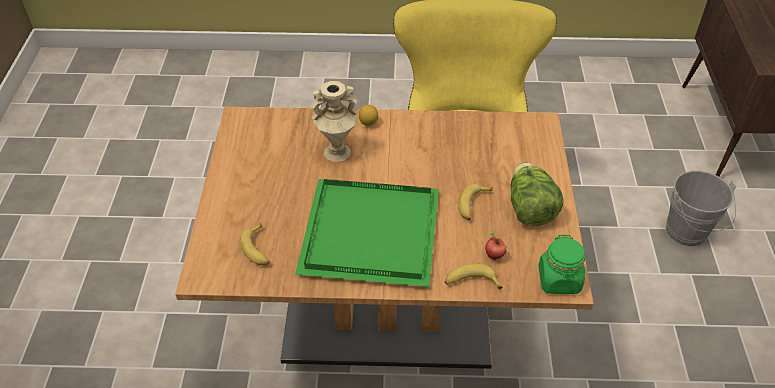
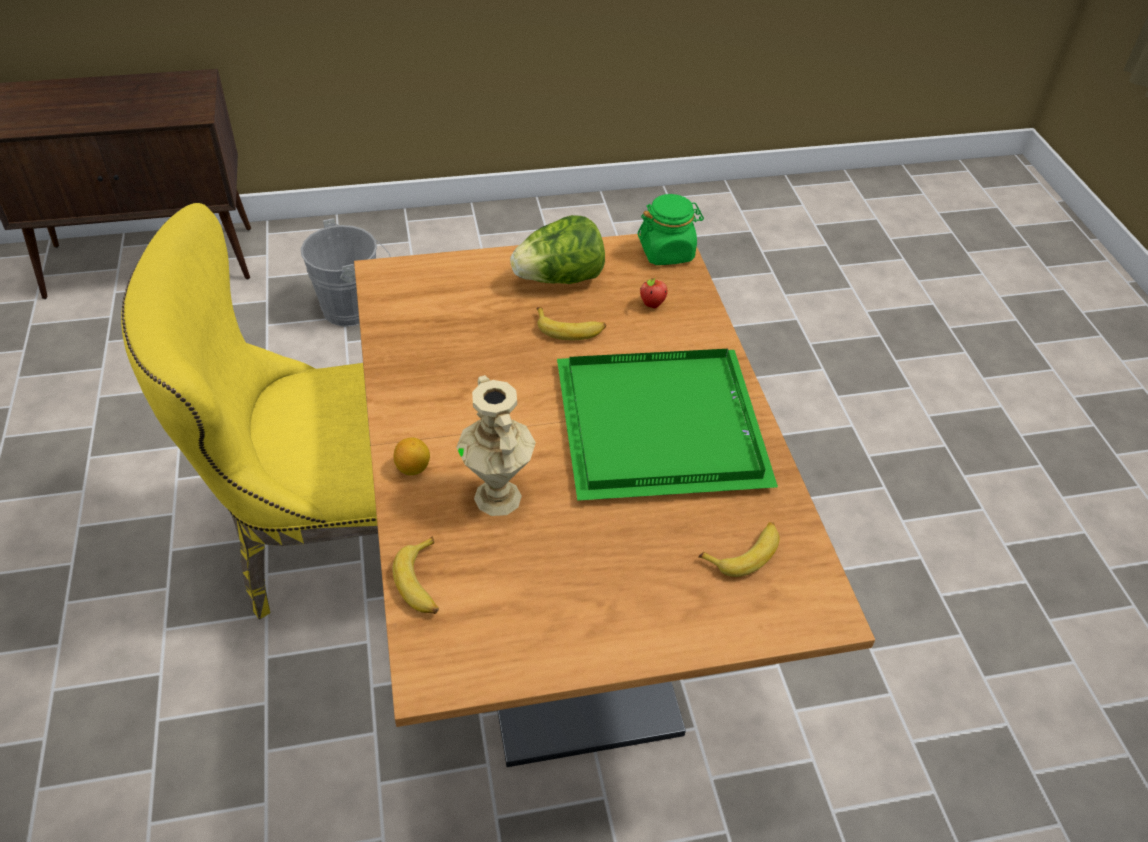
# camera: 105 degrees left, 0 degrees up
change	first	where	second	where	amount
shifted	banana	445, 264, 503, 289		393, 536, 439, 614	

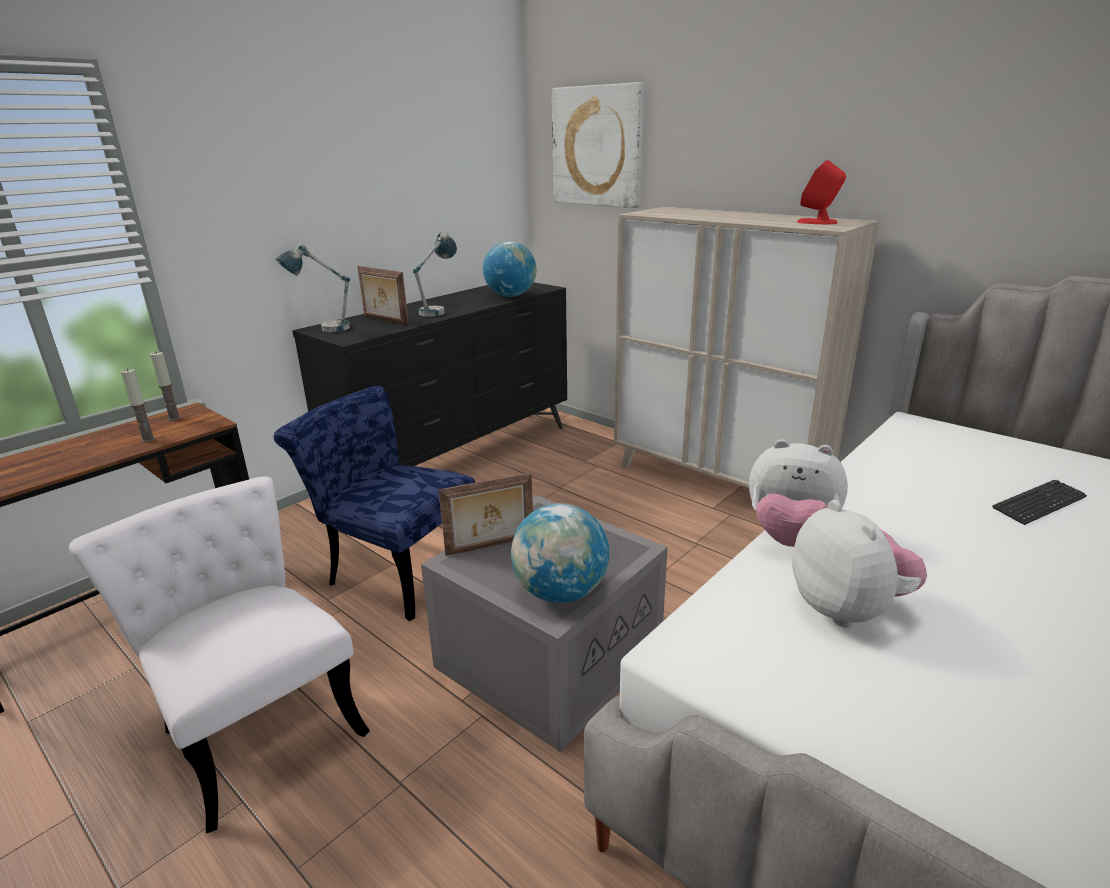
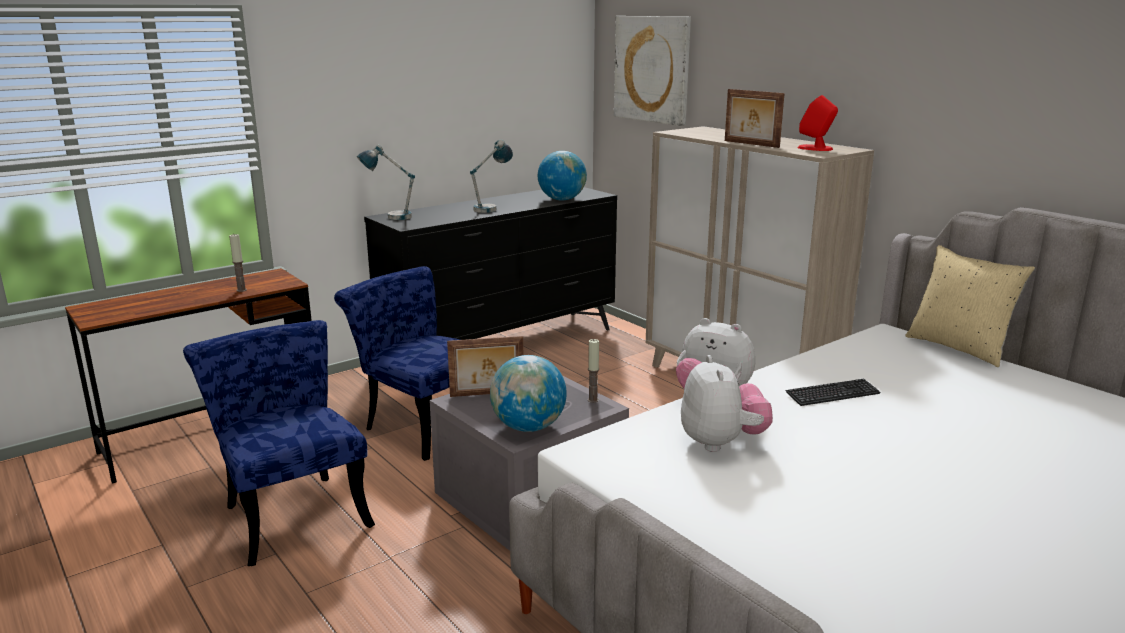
# camera: 10 degrees right, 5 degrees down
change	first	where	second	where	amount
new			beige pillow	906, 245, 1035, 367	
shifted	candle	150, 351, 181, 421		588, 339, 599, 403	
shifted	picture frame	357, 266, 409, 325		725, 89, 785, 148	
shifted	keyboard	992, 480, 1087, 525		786, 378, 880, 406	
repainted	white chair	69, 476, 370, 833	blue chair	183, 320, 375, 566	

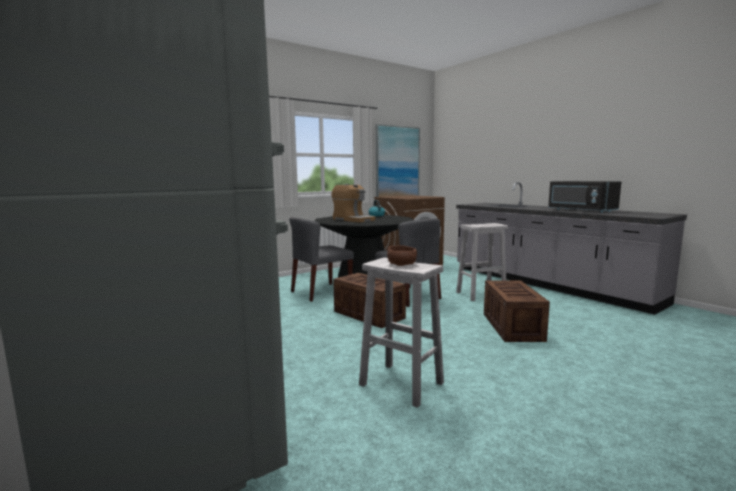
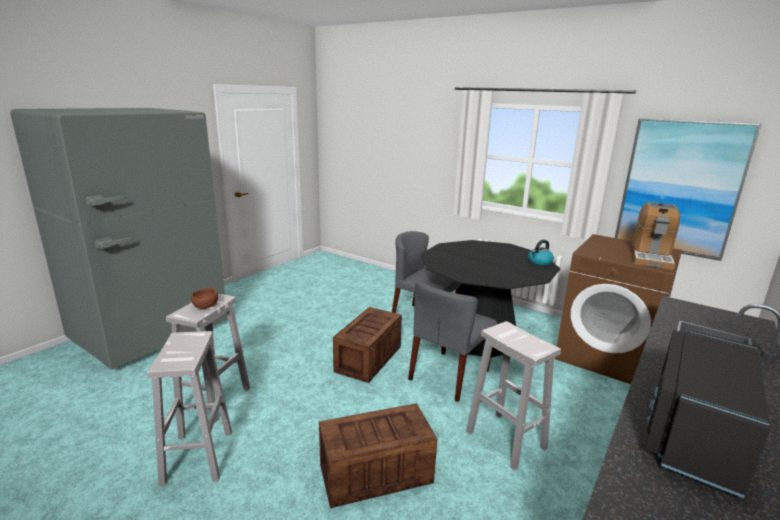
# camera: 70 degrees right, 10 degrees up
change	first	where	second	where	amount
new			white stool	147, 331, 232, 486	
shifted	coffee machine	332, 184, 375, 222		632, 202, 680, 270	

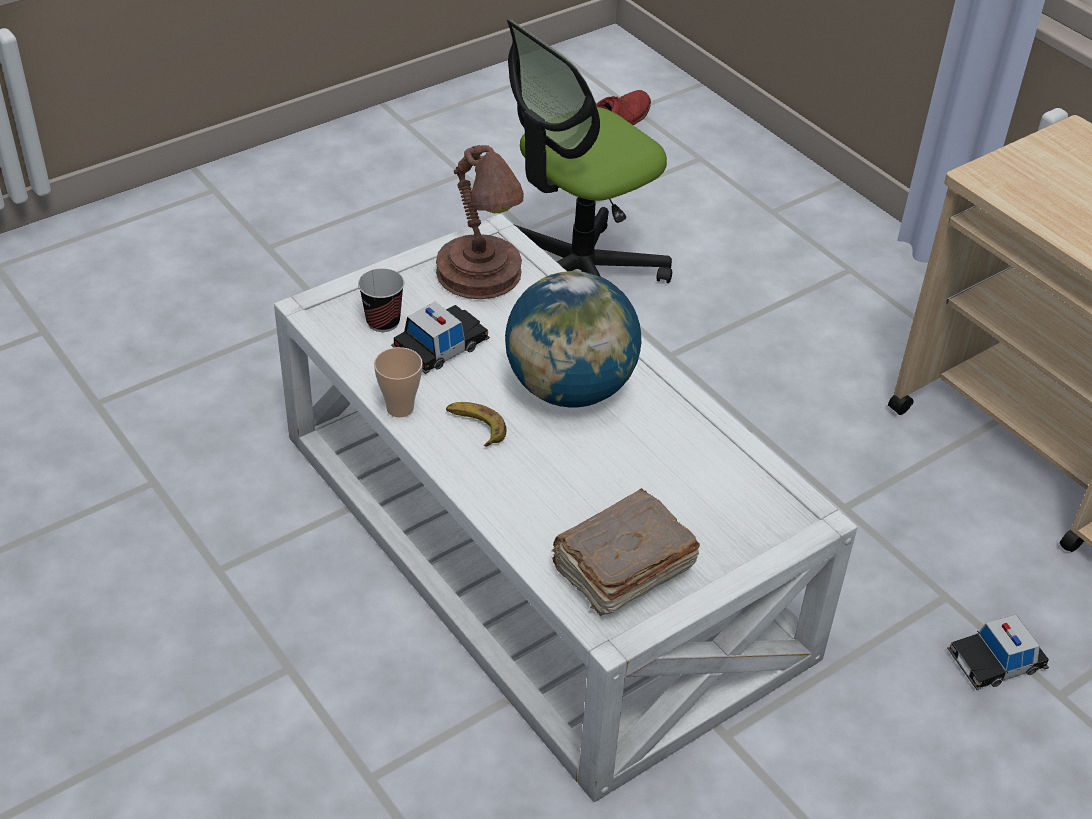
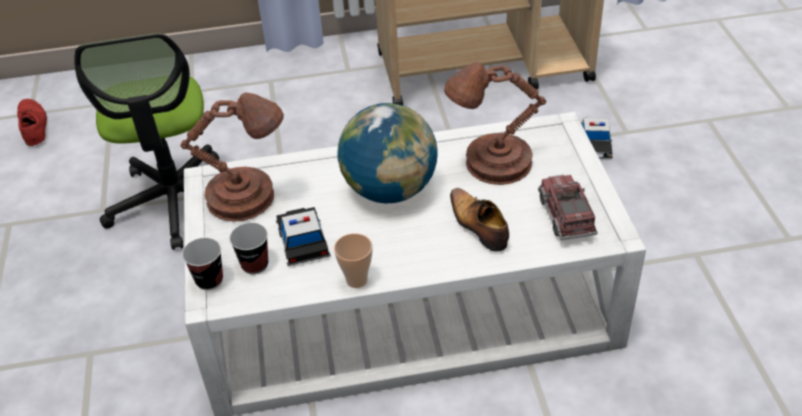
# camera: 60 degrees left, 0 degrees up
change	first	where	second	where	amount
gone	banana	446, 402, 507, 446			
new			cup	182, 238, 223, 290	
new			brown table lamp	444, 62, 546, 185	
new			shoe	450, 188, 509, 252	
swapped	brown book	551, 488, 700, 616	toy truck	538, 174, 598, 240	

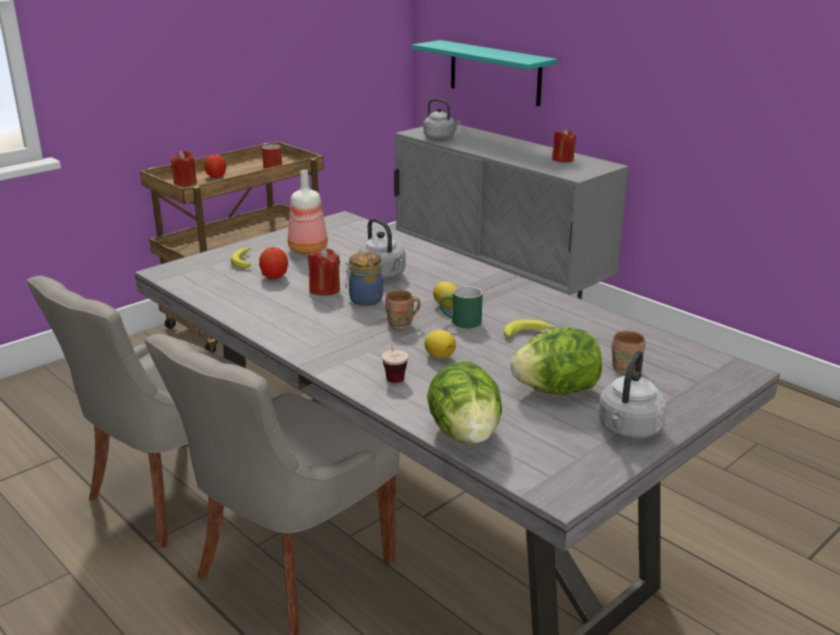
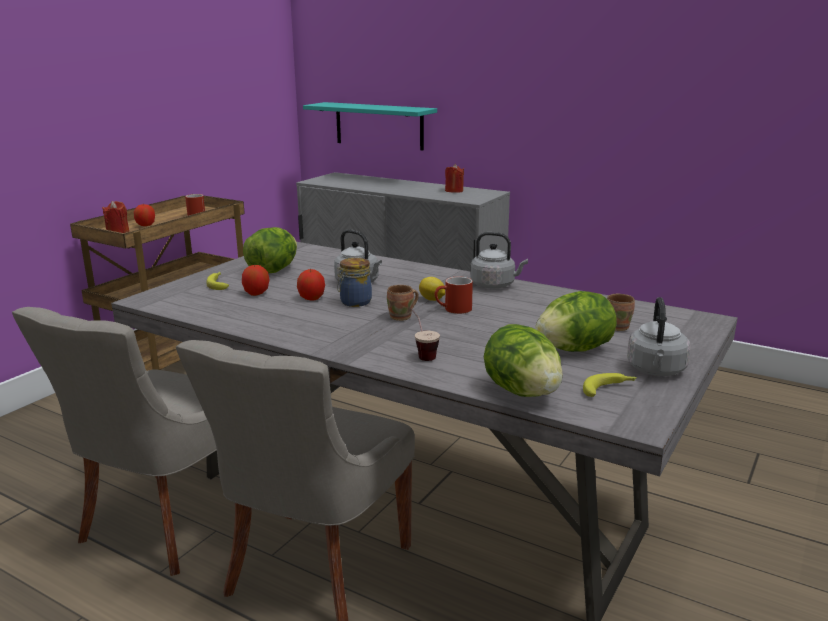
# camera: 15 degrees left, 5 degrees down
change	first	where	second	where	amount
gone	lemon	425, 330, 456, 359			
shifted	grey kettle	424, 99, 461, 140		470, 232, 528, 289	
shifted	banana	504, 320, 557, 338		583, 373, 637, 397	
swapped	bottle	288, 170, 328, 254	lettuce	243, 227, 297, 273	
swapped	red candle	308, 248, 340, 296	apple	297, 269, 325, 301	
repainted	green mug	440, 286, 483, 328	red mug	435, 277, 473, 314	

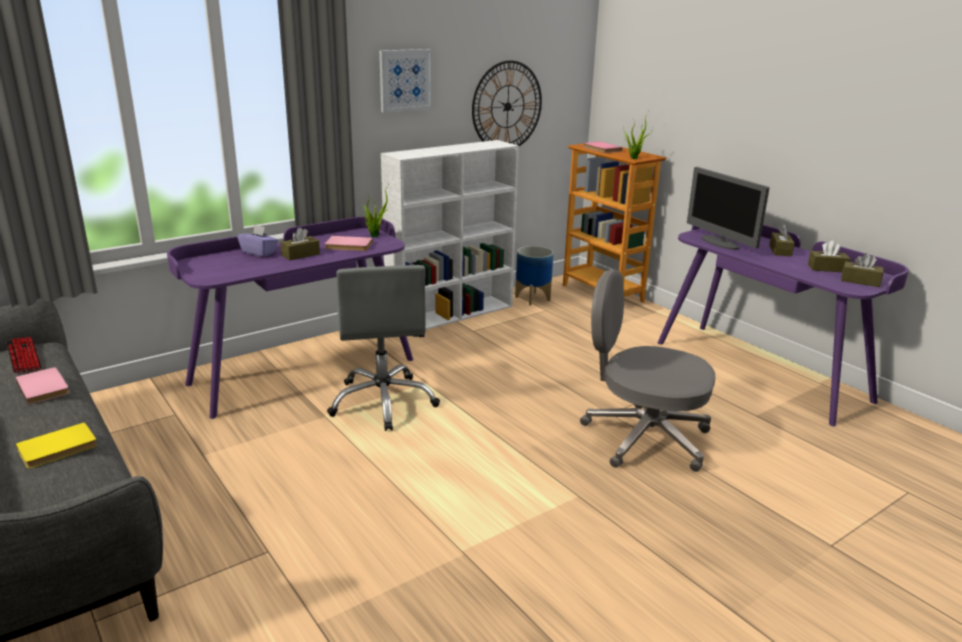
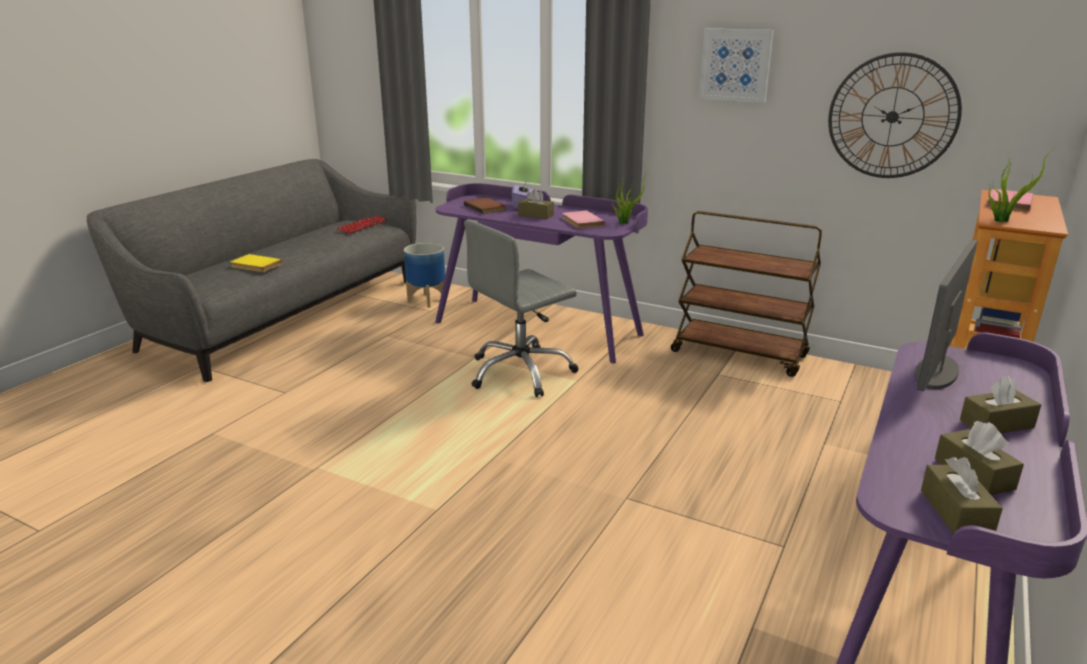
# camera: 65 degrees right, 0 degrees up
change	first	where	second	where	amount
gone	pink book	15, 367, 70, 405			
gone	grey office chair	580, 269, 715, 472			
new			brown book	464, 197, 506, 214	
shifted	planter	515, 246, 554, 305		404, 243, 445, 308	
swapped	white bookcase	381, 140, 519, 330	brown cart	671, 211, 822, 377	

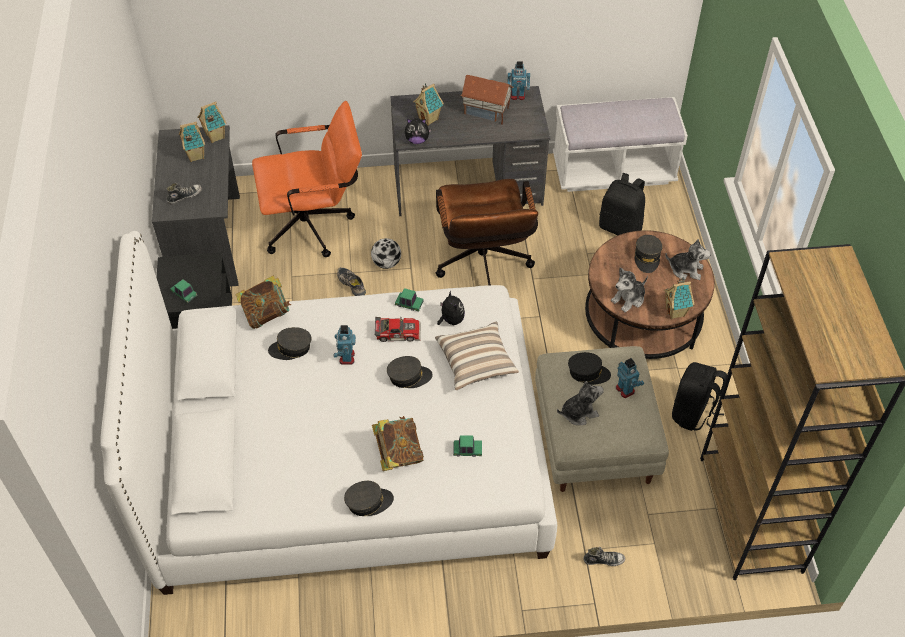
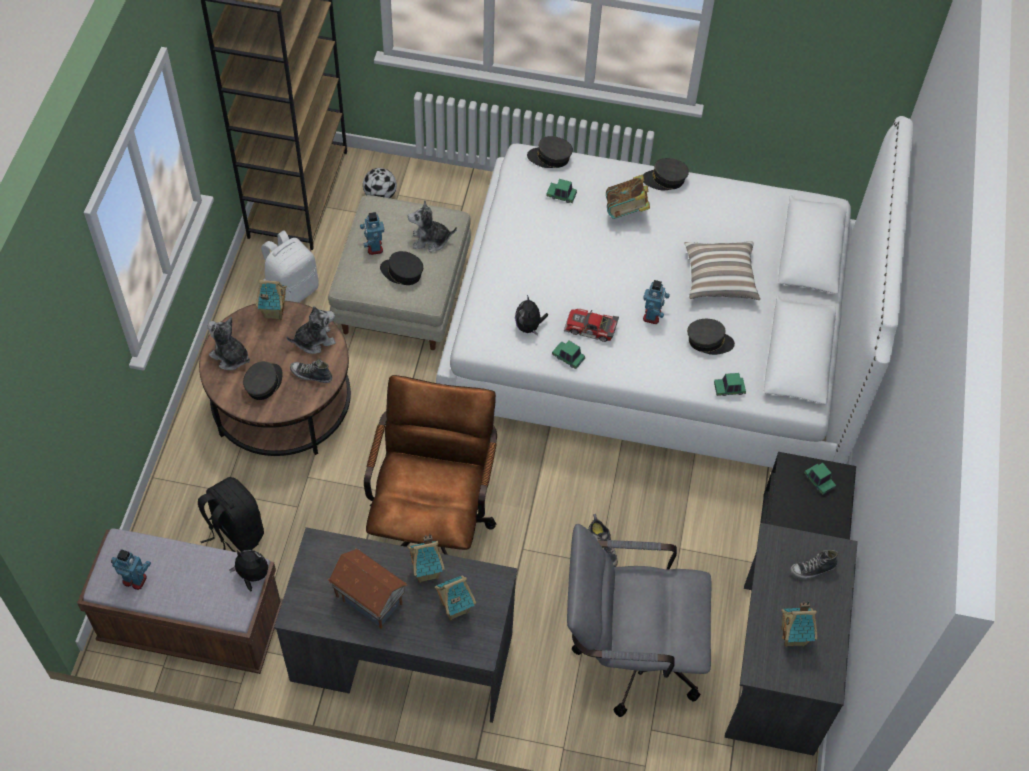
# camera: 165 degrees left, 5 degrees up
change	first	where	second	where	amount
shifted	toy house	197, 102, 226, 143		408, 533, 445, 583	
shifted	football	371, 238, 401, 269		363, 168, 397, 198	
shifted	grey cap	387, 356, 433, 388		527, 136, 573, 168	
shifted	plush toy	405, 118, 432, 144		230, 550, 268, 592	
shifted	pillow	435, 322, 519, 390		685, 241, 760, 300	
shifted	toy robot	507, 61, 530, 100		111, 549, 151, 590	
shifted	shoe	583, 547, 625, 566		290, 359, 332, 383	
swapped	book	235, 276, 292, 329	toy car	714, 373, 746, 396	
repainted	orange office chair	252, 101, 362, 257	grey office chair	567, 524, 712, 717	
repainted	white bench	553, 97, 688, 192	brown bench	77, 528, 283, 674	
repainted	black backpack	672, 362, 727, 431	white backpack	261, 230, 319, 303	

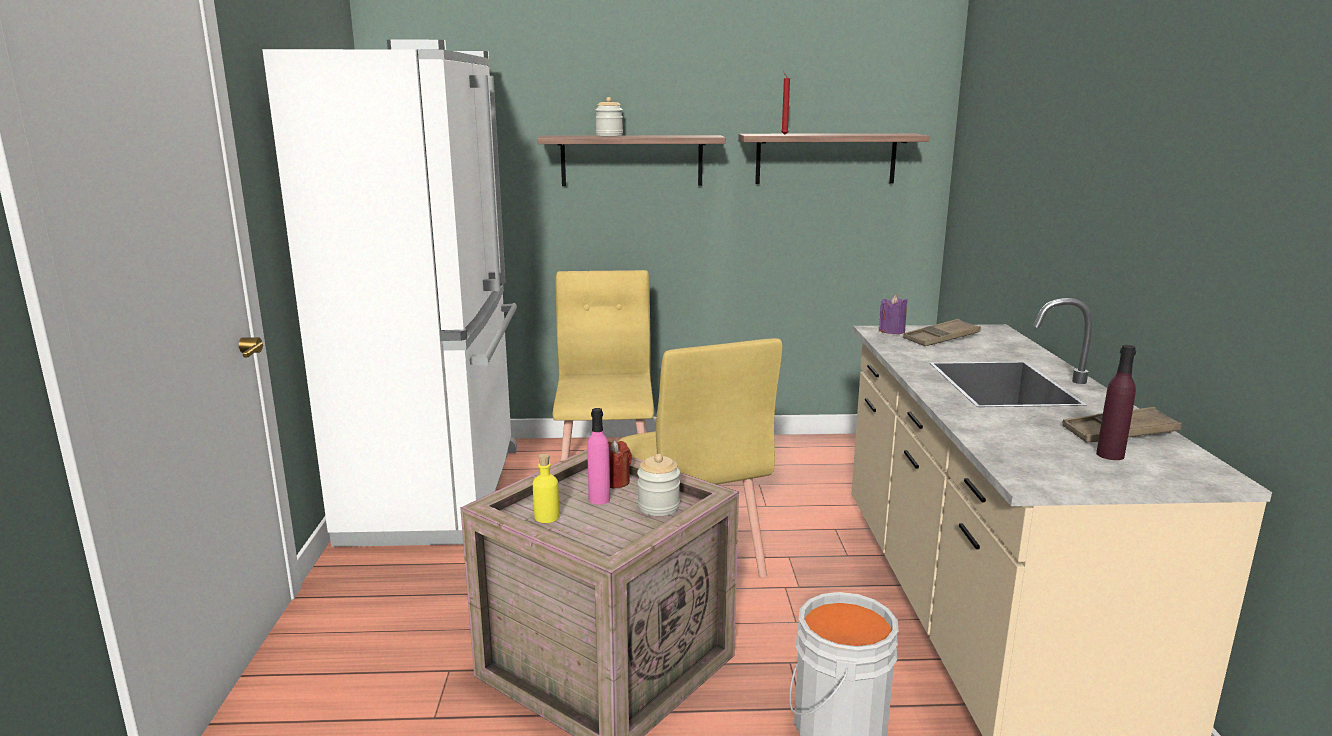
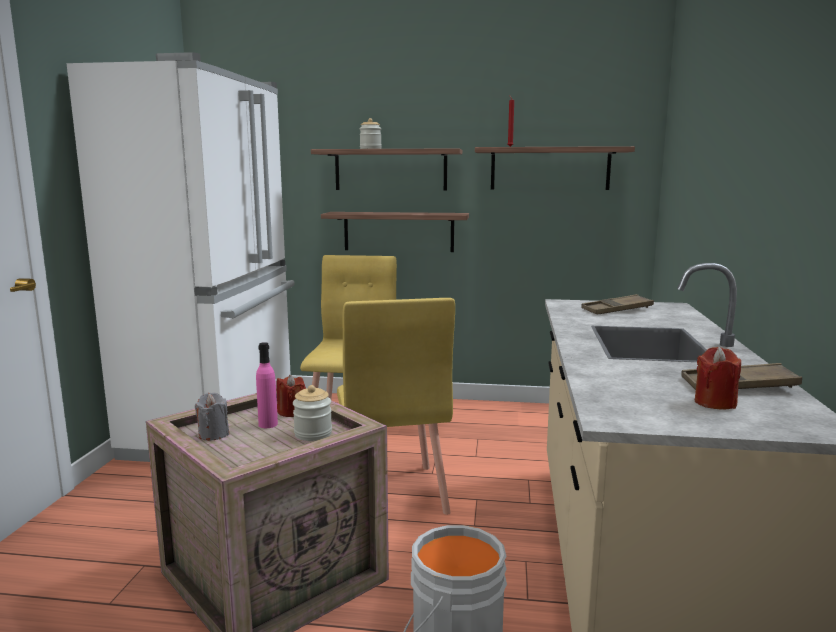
# camera: 10 degrees right, 5 degrees down
change	first	where	second	where	amount
gone	purple candle	879, 295, 908, 334			
new			shelf	321, 212, 469, 252	
swapped	yellow bottle	533, 454, 560, 523	grey candle	195, 393, 229, 441	
swapped	purple bottle	1096, 345, 1136, 460	red candle	695, 347, 741, 409	

